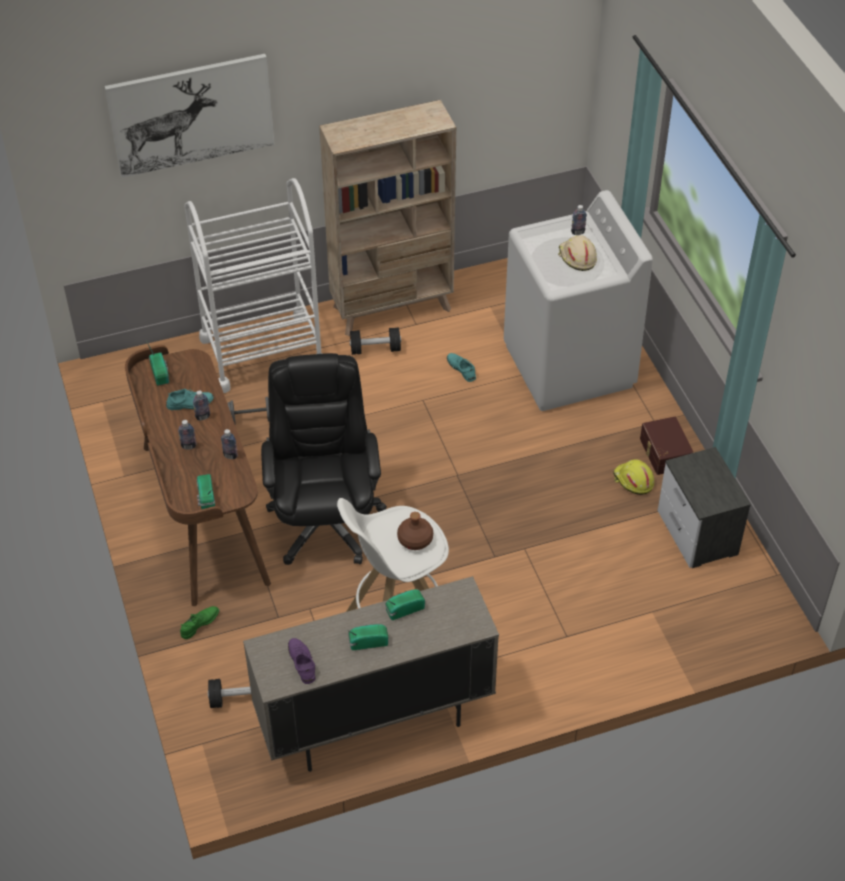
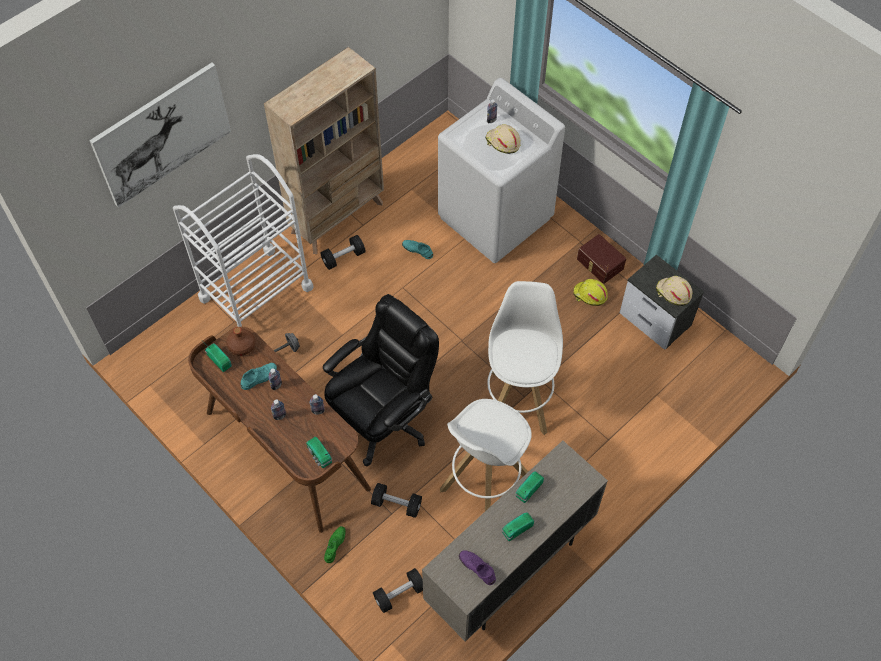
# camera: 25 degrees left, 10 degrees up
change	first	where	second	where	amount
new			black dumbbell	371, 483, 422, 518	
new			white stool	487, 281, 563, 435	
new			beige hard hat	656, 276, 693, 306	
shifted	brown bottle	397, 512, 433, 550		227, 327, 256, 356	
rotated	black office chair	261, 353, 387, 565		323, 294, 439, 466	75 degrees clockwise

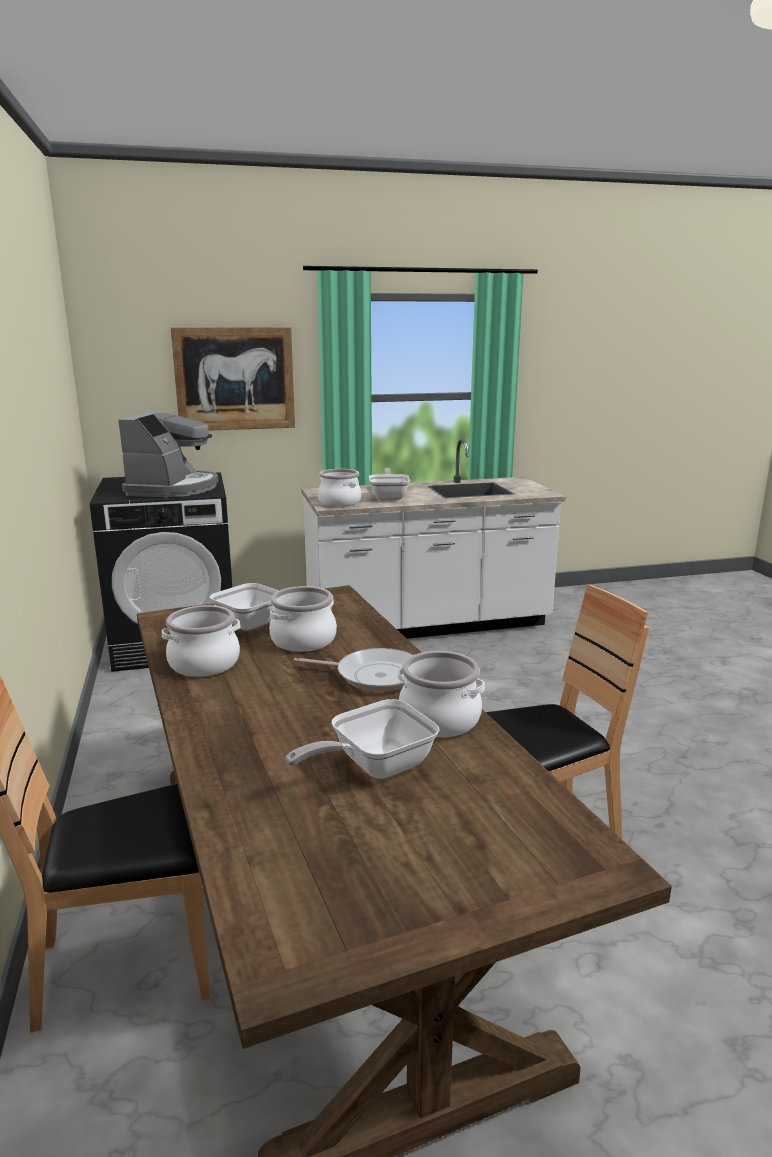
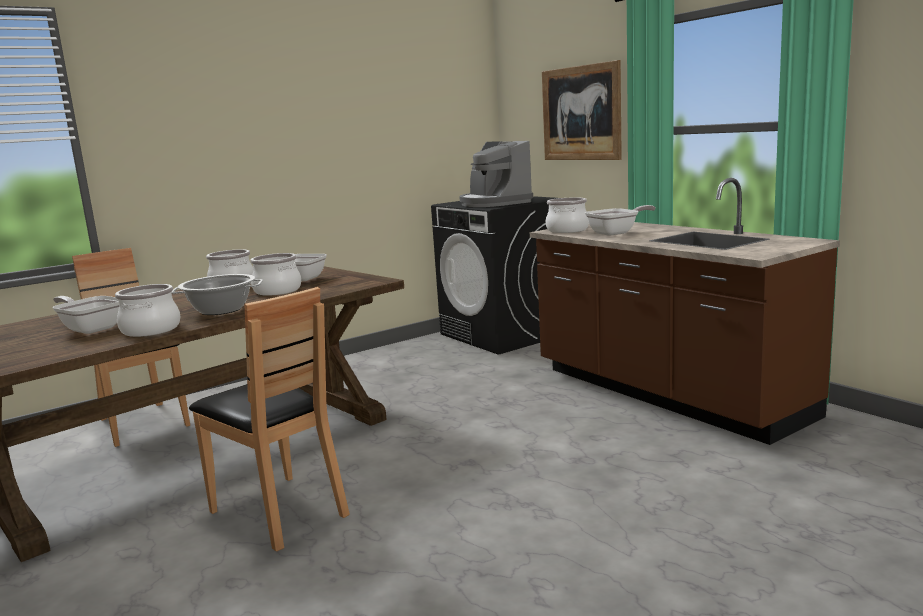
# camera: 70 degrees right, 5 degrees down
change	first	where	second	where	amount
swapped	frying pan	294, 648, 413, 692	cooking pot	171, 274, 263, 315	
repainted	white counter	302, 439, 566, 639	brown counter	530, 178, 840, 445	
rotated	coffee machine	118, 411, 218, 497		459, 141, 533, 207	75 degrees clockwise

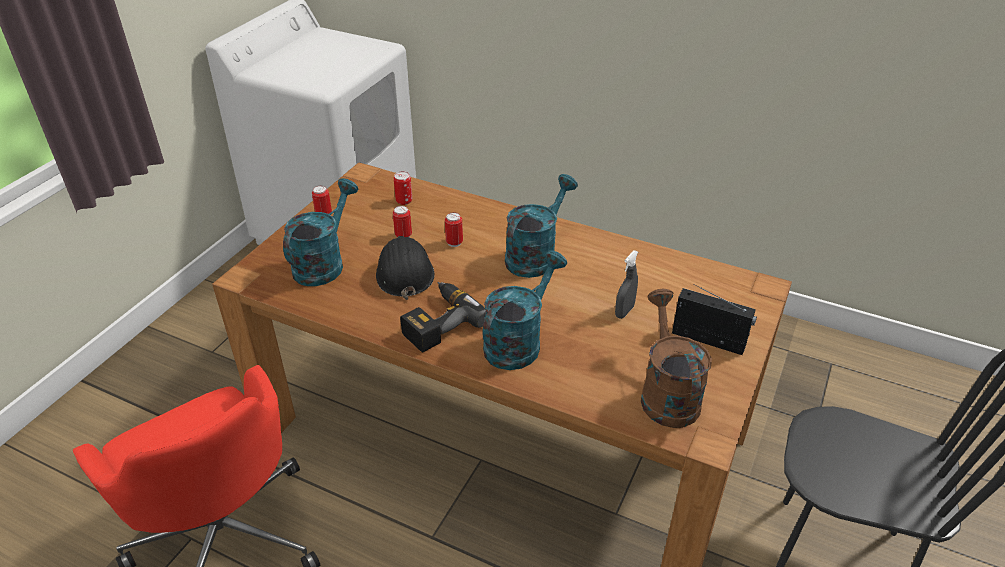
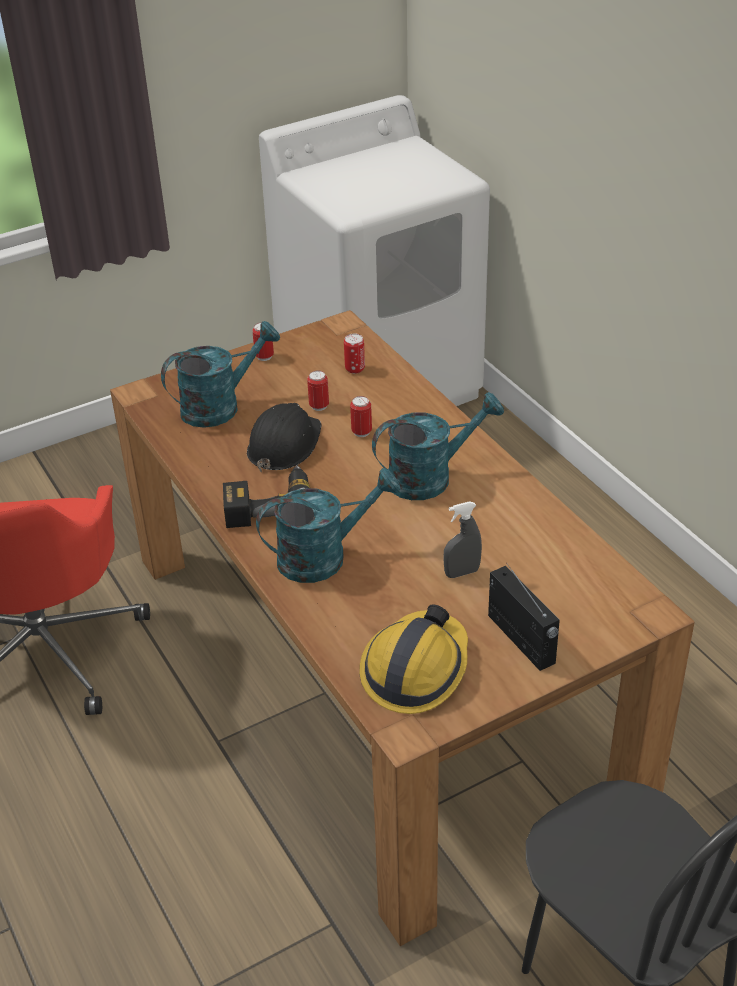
# camera: 35 degrees right, 0 degrees up
change	first	where	second	where	amount
swapped	brown watering can	641, 289, 712, 428	hard hat	359, 604, 468, 714	

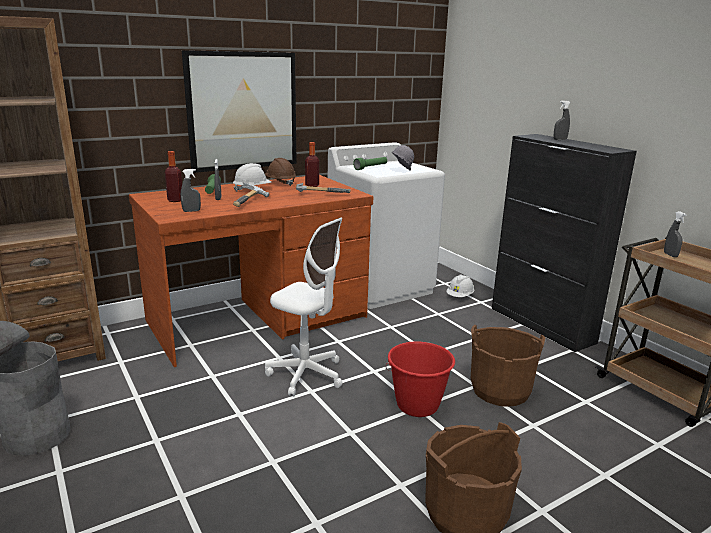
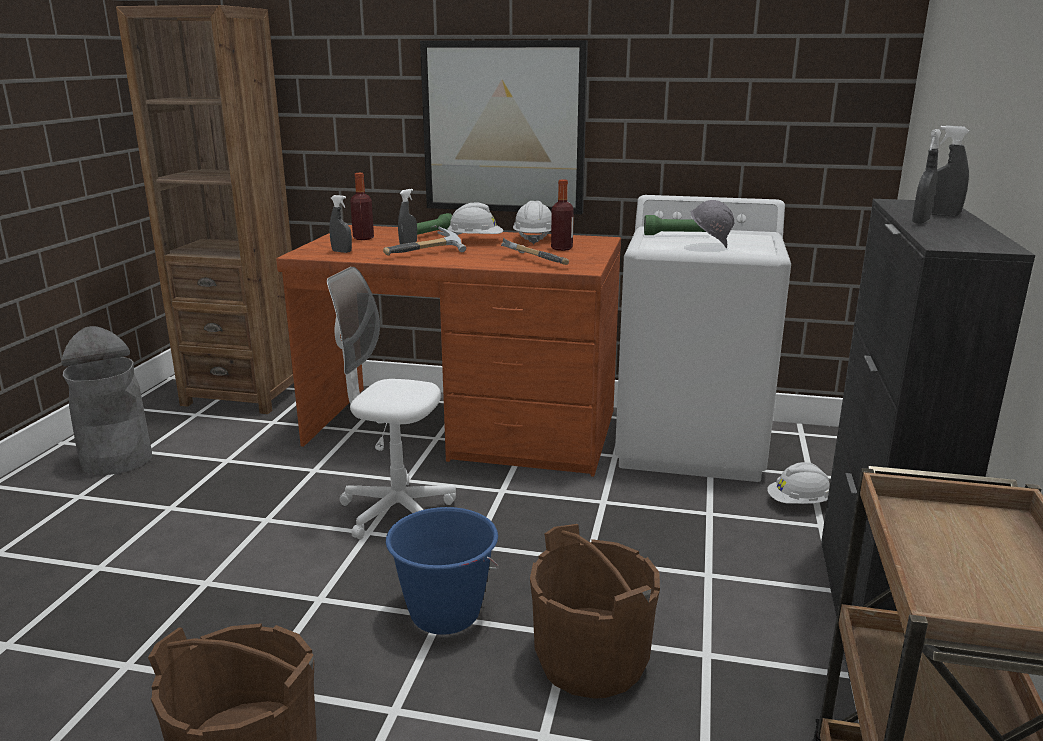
# camera: 45 degrees right, 0 degrees up
change	first	where	second	where	amount
shifted	grey spray bottle	664, 211, 687, 257		912, 129, 941, 224	
repainted	brown hard hat	265, 158, 296, 186	white hard hat	513, 201, 552, 244	
repainted	red bucket	385, 342, 455, 417	blue bucket	386, 507, 499, 635	
rotated	white office chair	265, 217, 342, 396		327, 267, 456, 540	120 degrees clockwise

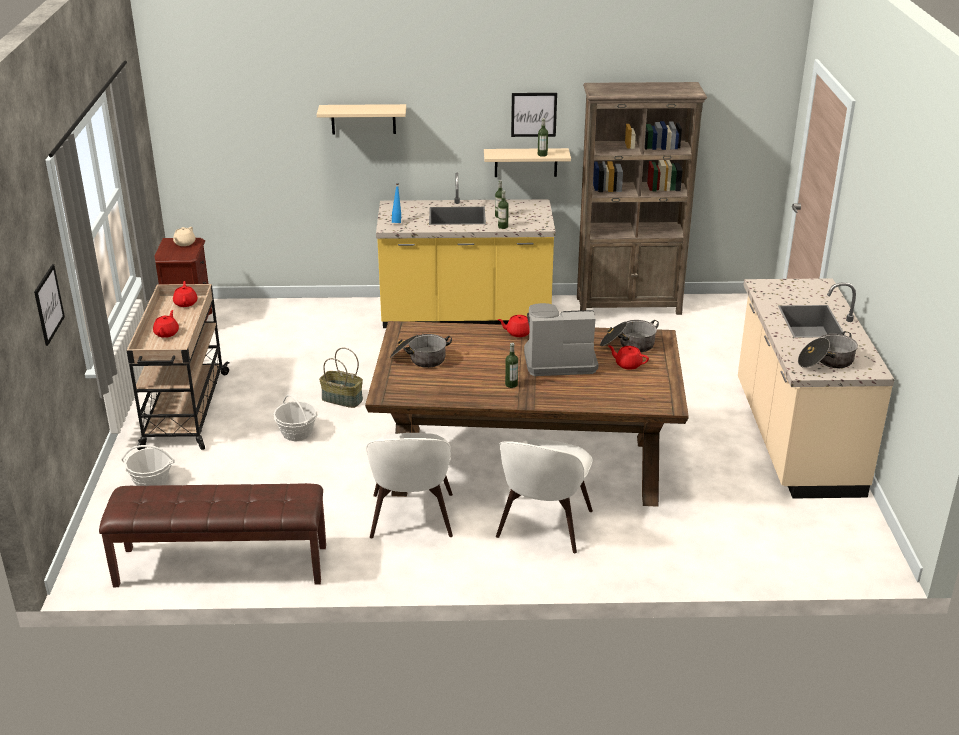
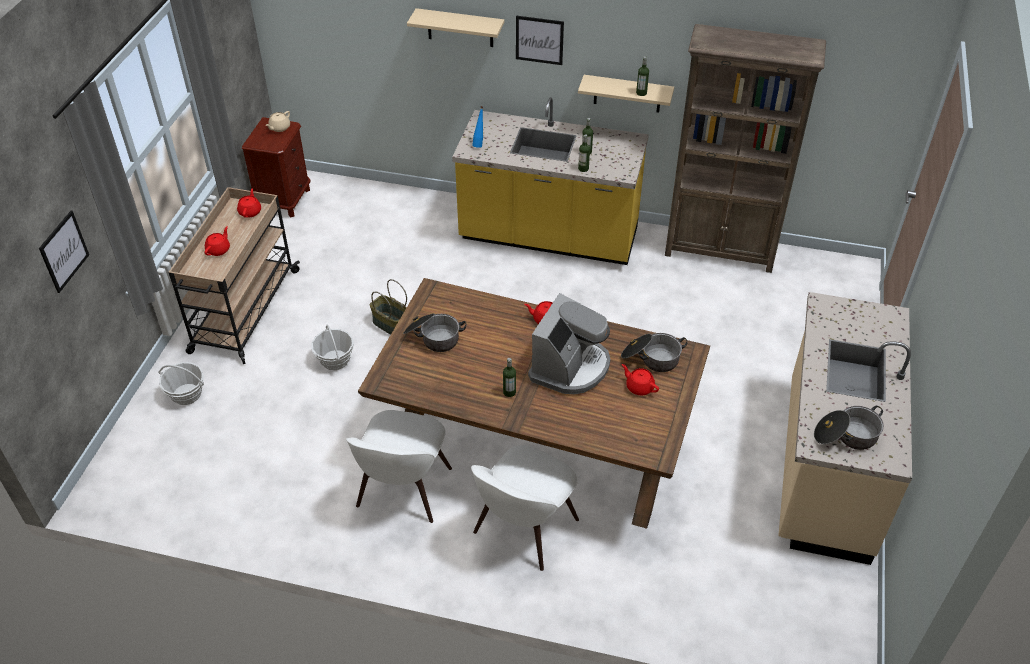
# camera: 15 degrees right, 15 degrees up
change	first	where	second	where	amount
gone	brown bench	99, 483, 326, 587			
shifted	picture	511, 93, 557, 137		516, 16, 564, 65	
rotated	coffee machine	524, 303, 599, 376		528, 293, 610, 394	105 degrees clockwise

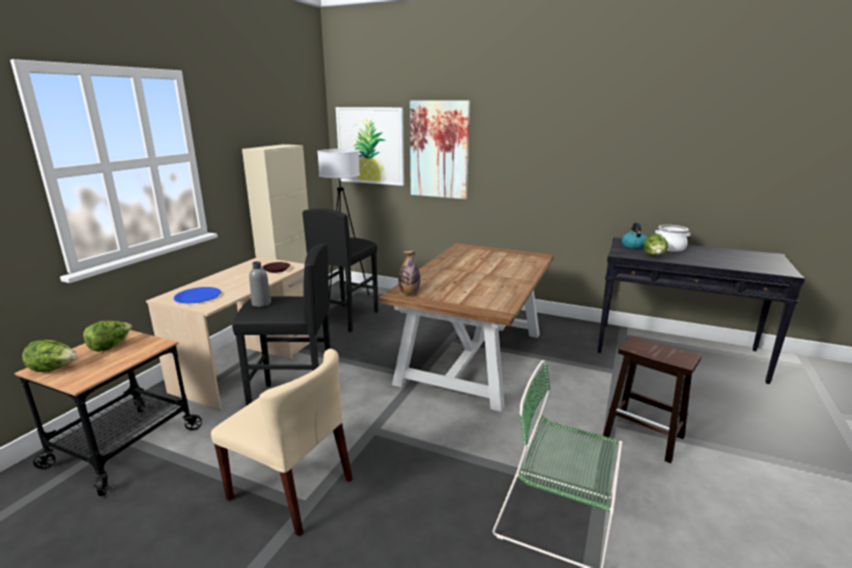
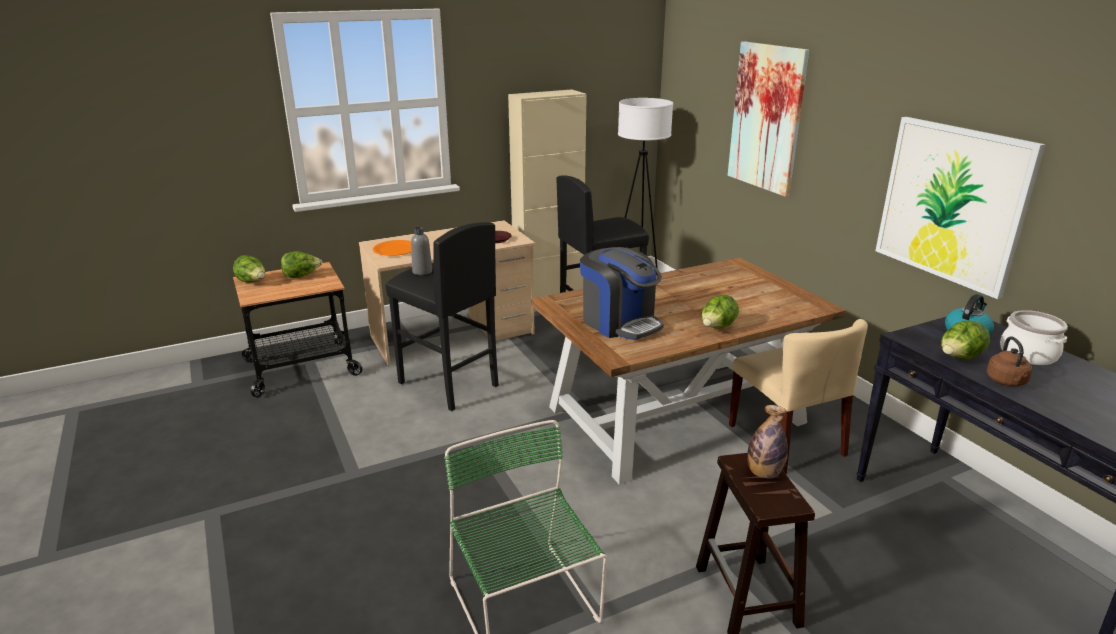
# camera: 40 degrees right, 5 degrees up
change	first	where	second	where	amount
new			coffee machine	580, 247, 664, 340	
new			lettuce	701, 295, 739, 328	
new			brown kettle	987, 336, 1032, 387	
shifted	beige chair	211, 349, 352, 537		729, 319, 868, 474	
shifted	picture	336, 107, 404, 186		875, 117, 1046, 299	
shifted	bottle	398, 251, 420, 294		747, 405, 788, 479	
repainted	blue plate	174, 287, 221, 304	orange plate	373, 240, 411, 256	

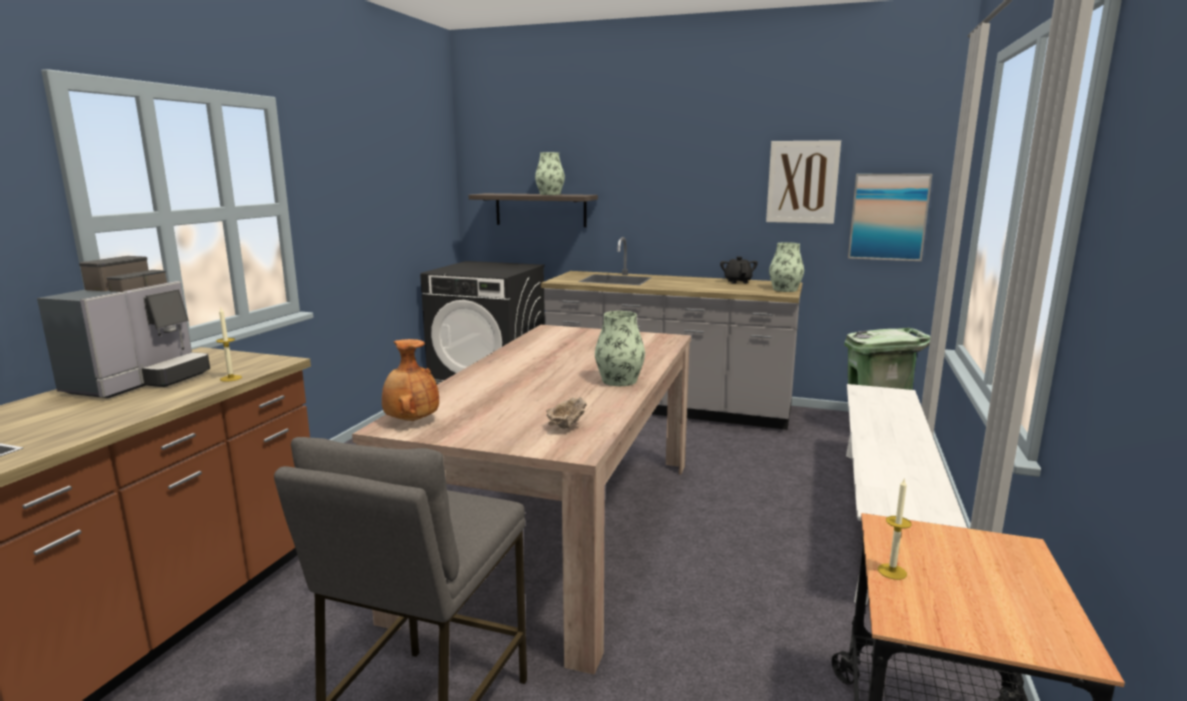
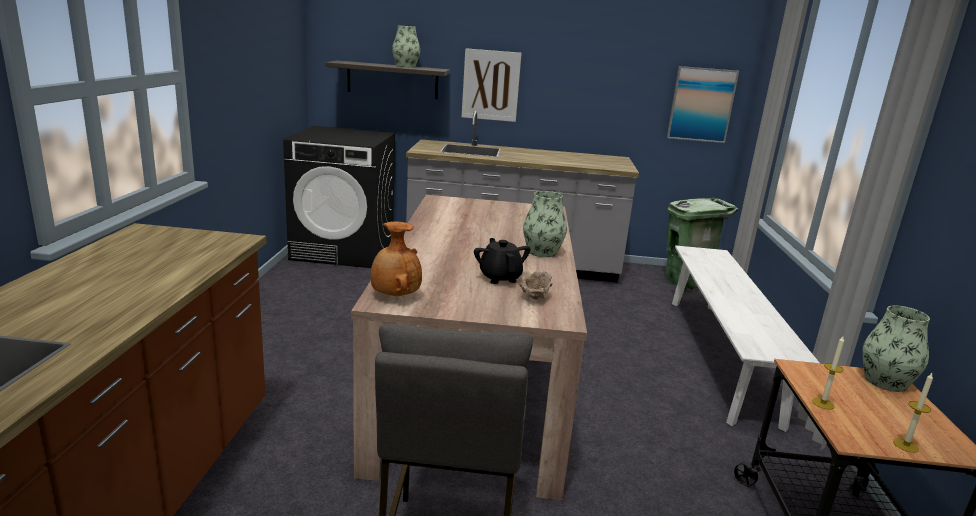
# camera: 15 degrees left, 5 degrees up
change	first	where	second	where	amount
gone	coffee machine	37, 256, 210, 398			
shifted	candle	216, 308, 242, 382		893, 373, 933, 453	
shifted	black teapot	720, 256, 758, 284		474, 238, 531, 284	
shifted	picture	766, 140, 841, 224		462, 48, 522, 122	
shifted	vase	769, 242, 804, 292		863, 305, 930, 392	

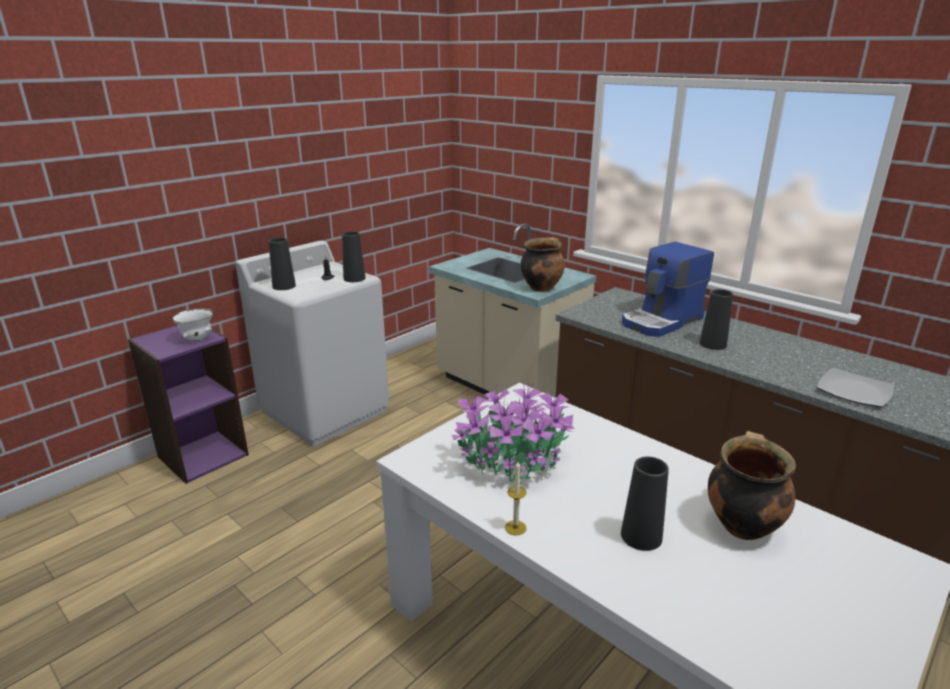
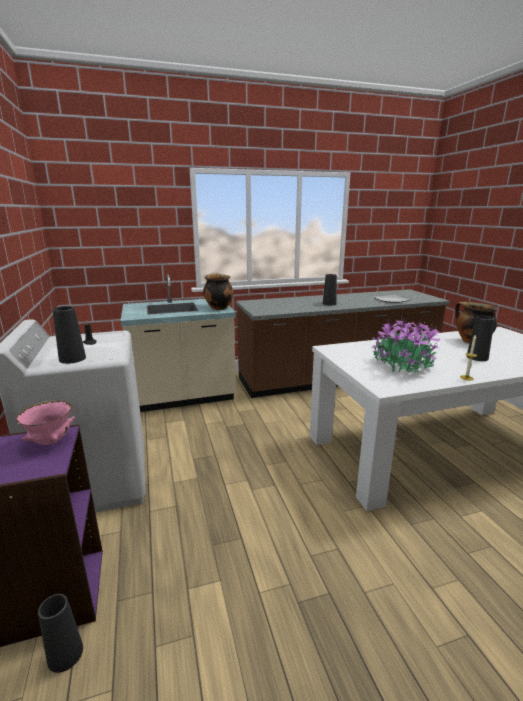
# camera: 60 degrees left, 5 degrees down
change	first	where	second	where	amount
gone	coffee machine	622, 242, 714, 337			
shifted	black vase	342, 231, 366, 282		38, 594, 83, 673	
repainted	white bowl	172, 308, 214, 341	pink bowl	16, 400, 75, 445	

